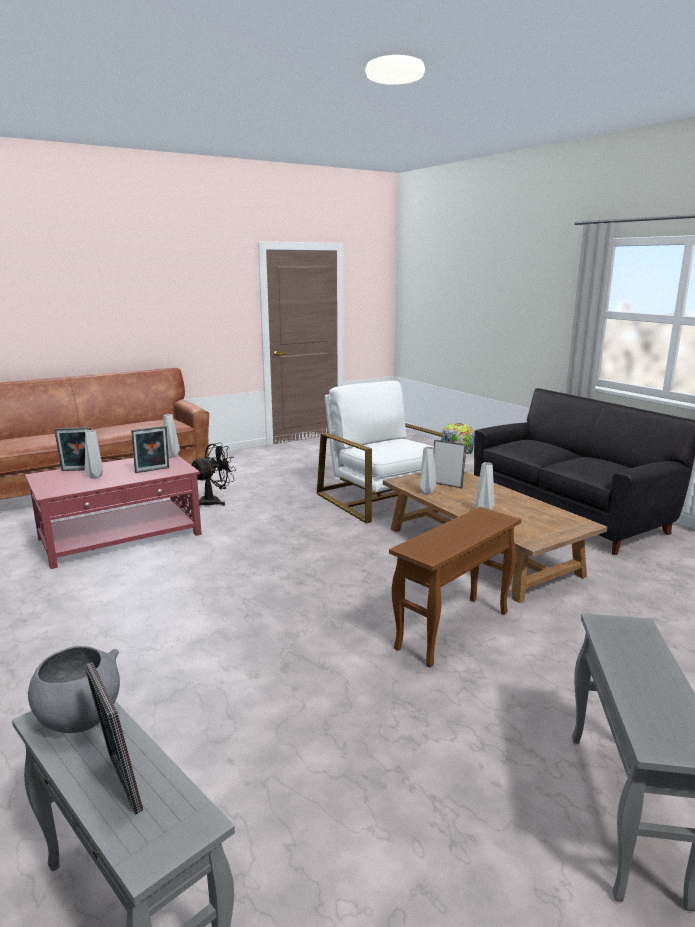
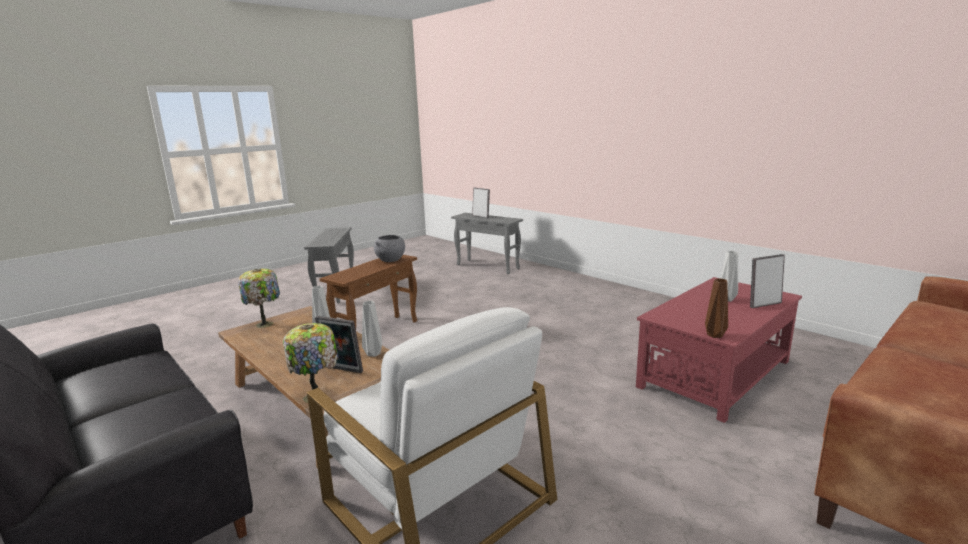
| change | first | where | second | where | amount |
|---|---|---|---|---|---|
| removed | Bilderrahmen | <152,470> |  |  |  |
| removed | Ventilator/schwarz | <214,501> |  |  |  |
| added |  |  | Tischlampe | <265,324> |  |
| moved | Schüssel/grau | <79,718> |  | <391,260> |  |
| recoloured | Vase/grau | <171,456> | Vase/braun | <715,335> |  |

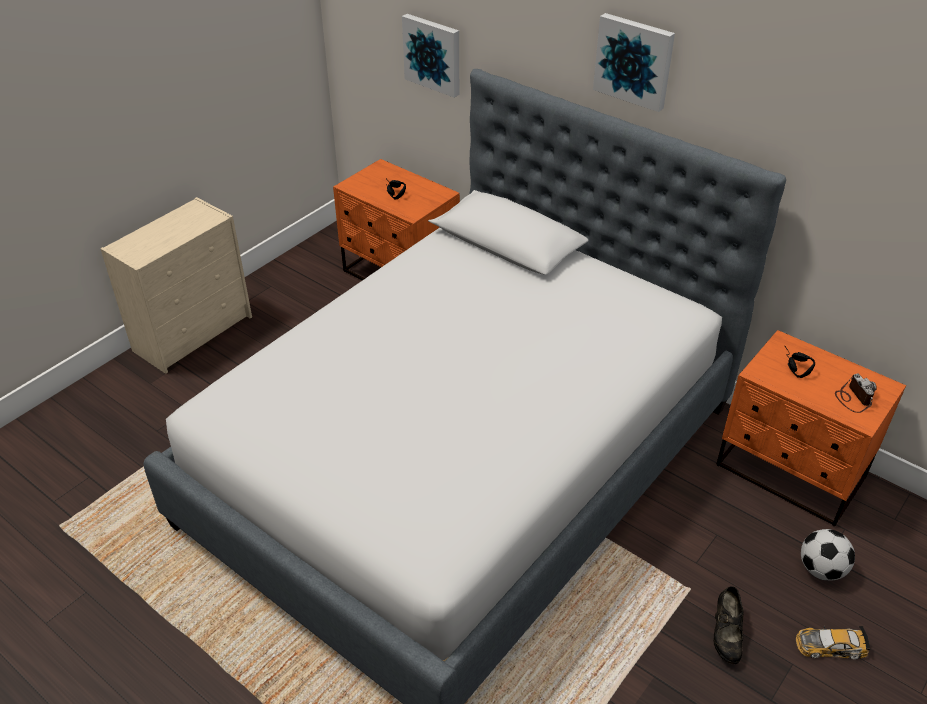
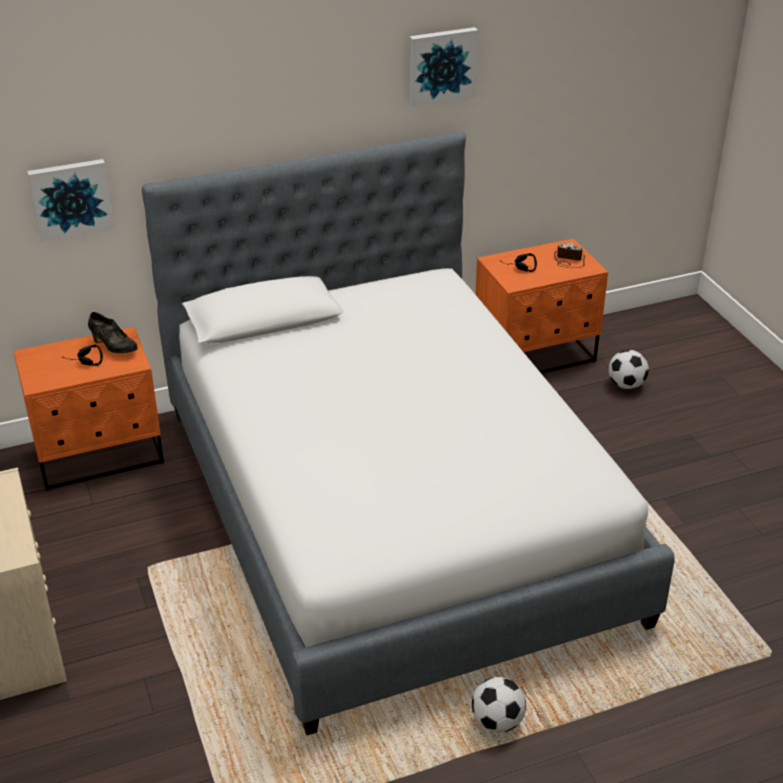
| change | first | where | second | where | amount |
|---|---|---|---|---|---|
| removed | Spielzeugauto | <830,646> |  |  |  |
| added |  |  | Fußball | <497,722> |  |
| moved | Bild | <634,61> |  | <441,65> |  |
| moved | Schuh/schwarz | <725,635> |  | <114,347> |  |

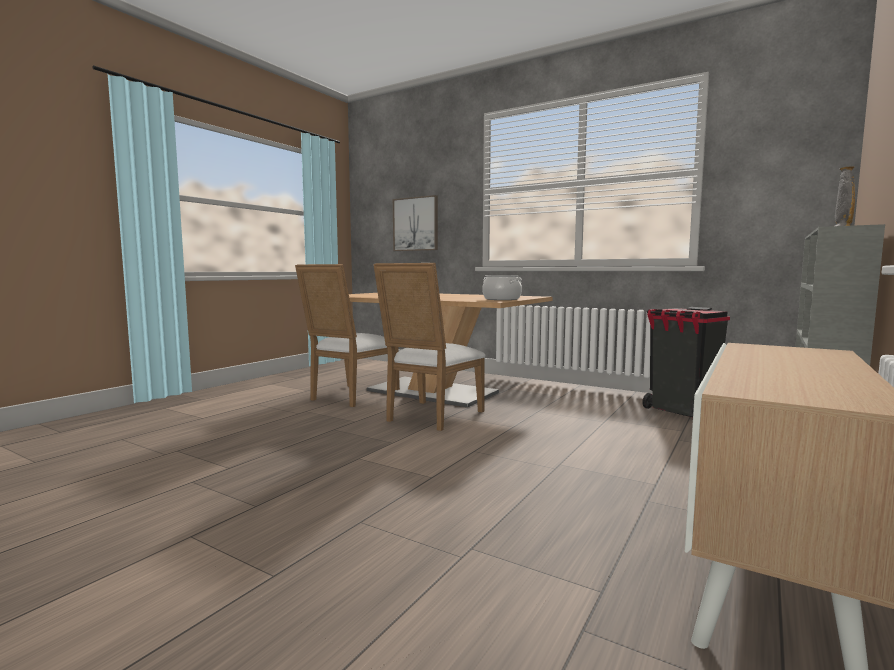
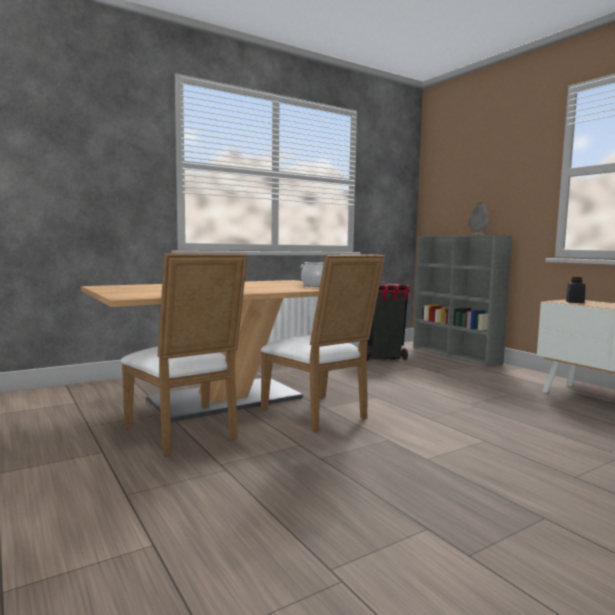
| change | first | where | second | where | amount |
|---|---|---|---|---|---|
| removed | Bild | <415,224> |  |  |  |
| added |  |  | Vorratsglas/schwarz | <575,302> |  |

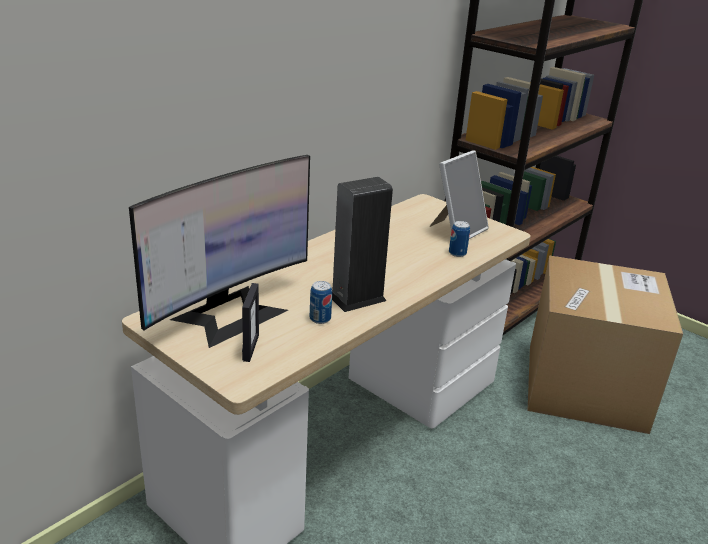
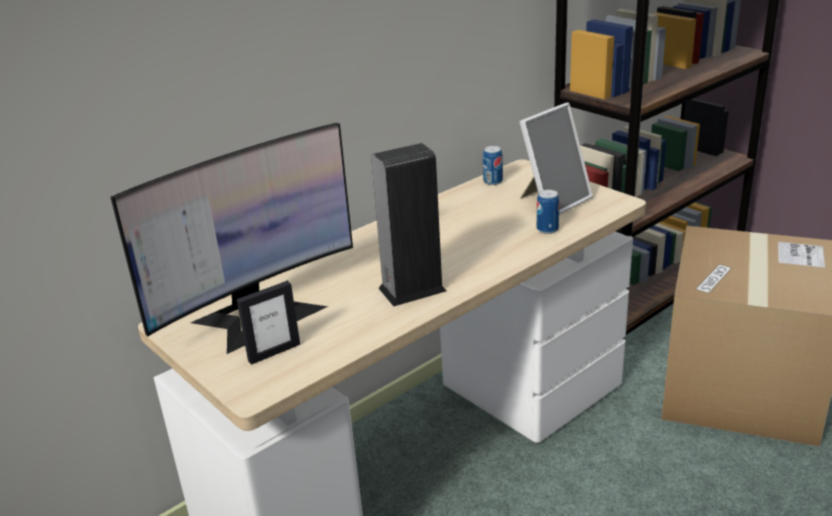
| change | first | where | second | where | amount |
|---|---|---|---|---|---|
| moved | Dose | <320,319> |  | <493,181> |  |
| turned | Bilderrahmen | <250,348> |  | <274,352> | 45 degrees clockwise |

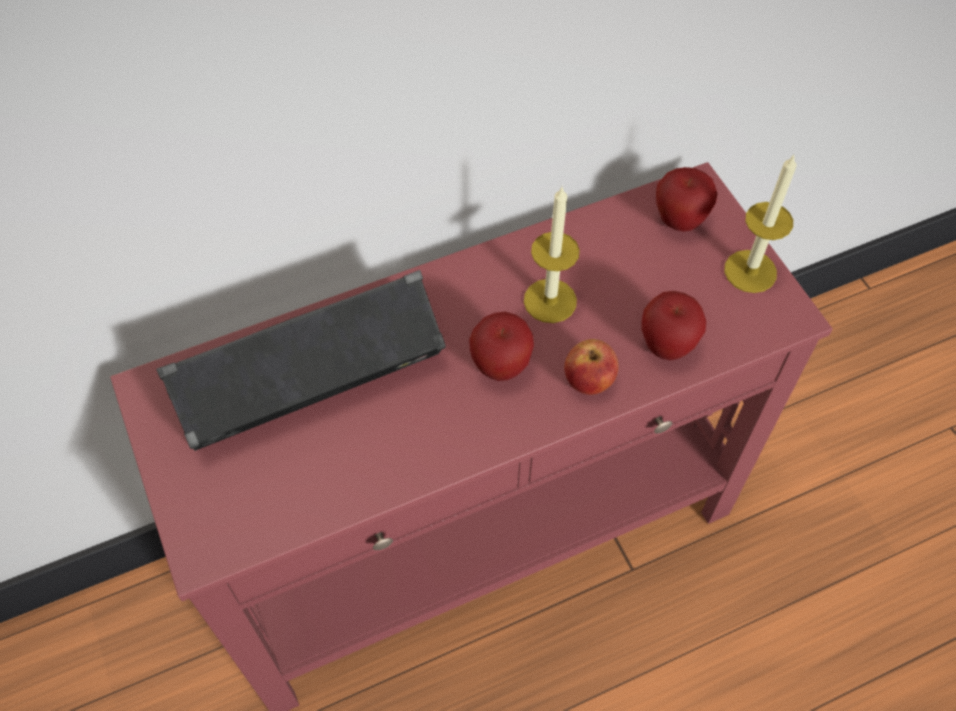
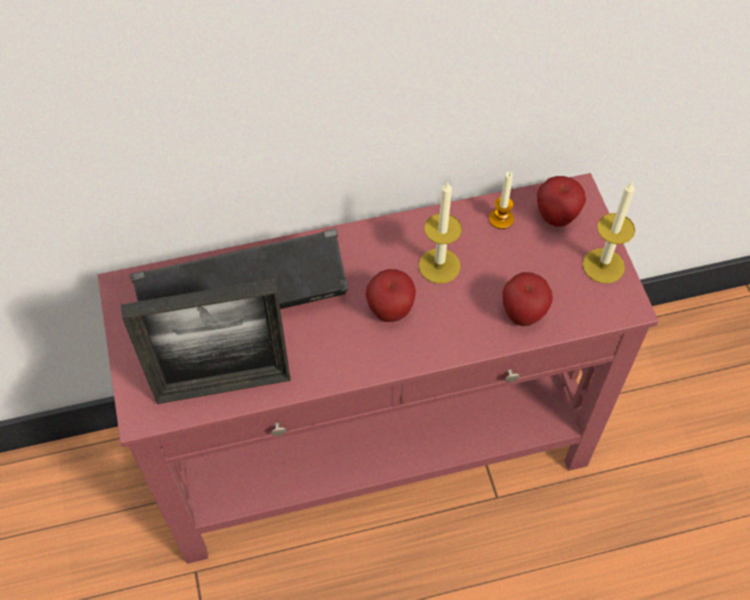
| change | first | where | second | where | amount |
|---|---|---|---|---|---|
| removed | Apfel | <589,381> |  |  |  |
| added |  |  | Bilderrahmen | <223,386> |  |
| added |  |  | Kerze | <501,219> |  |

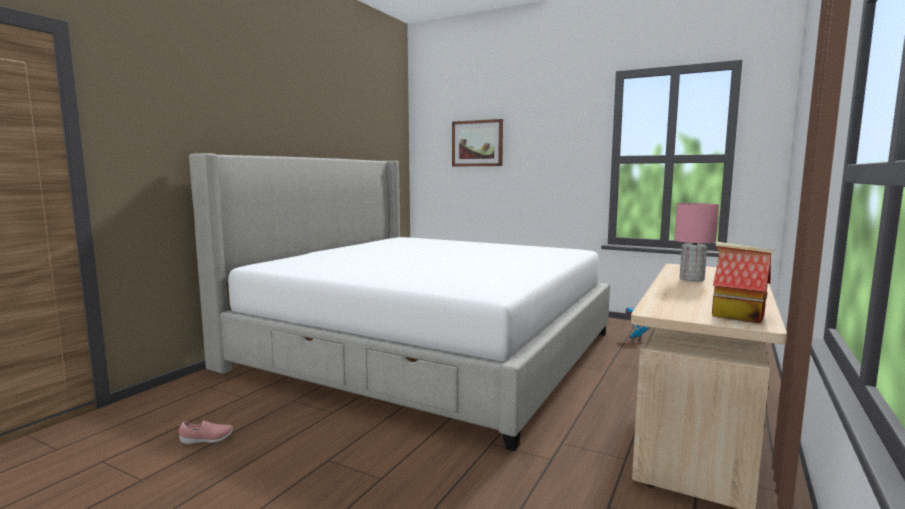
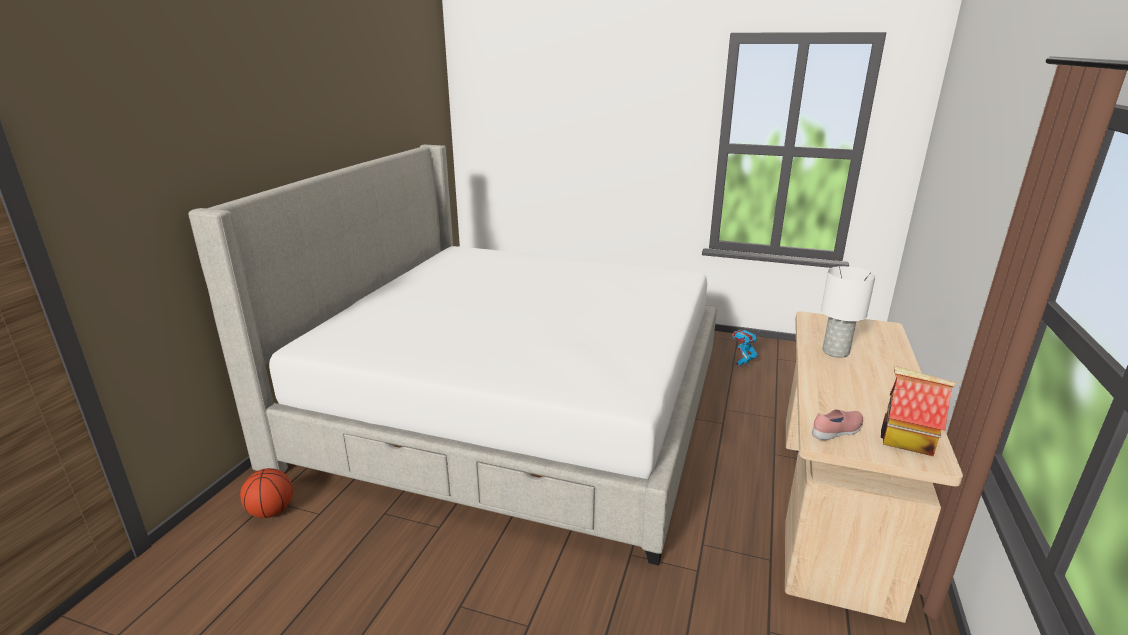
| change | first | where | second | where | amount |
|---|---|---|---|---|---|
| removed | Bild | <477,143> |  |  |  |
| added |  |  | Basketball | <271,512> |  |
| moved | Schuh/rosa | <207,440> |  | <837,432> |  |
| recoloured | Tischlampe/rosa | <692,279> | Tischlampe/weiß | <835,351> |  |

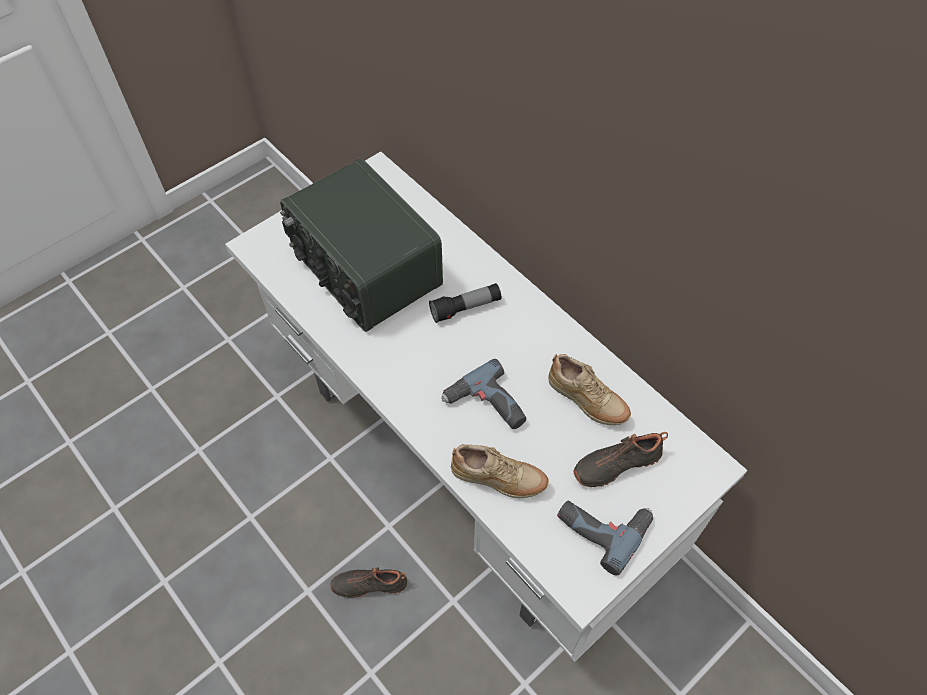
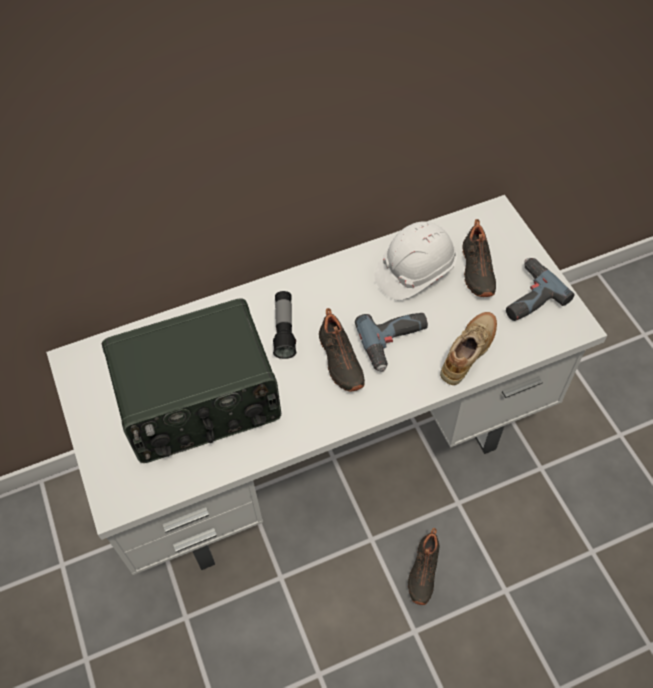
| change | first | where | second | where | amount |
|---|---|---|---|---|---|
| added |  |  | Schuh/schwarz | <339,361> |  |
| replaced | Schuh/beige | <586,401> | Schutzhelm/weiß | <414,271> |  |

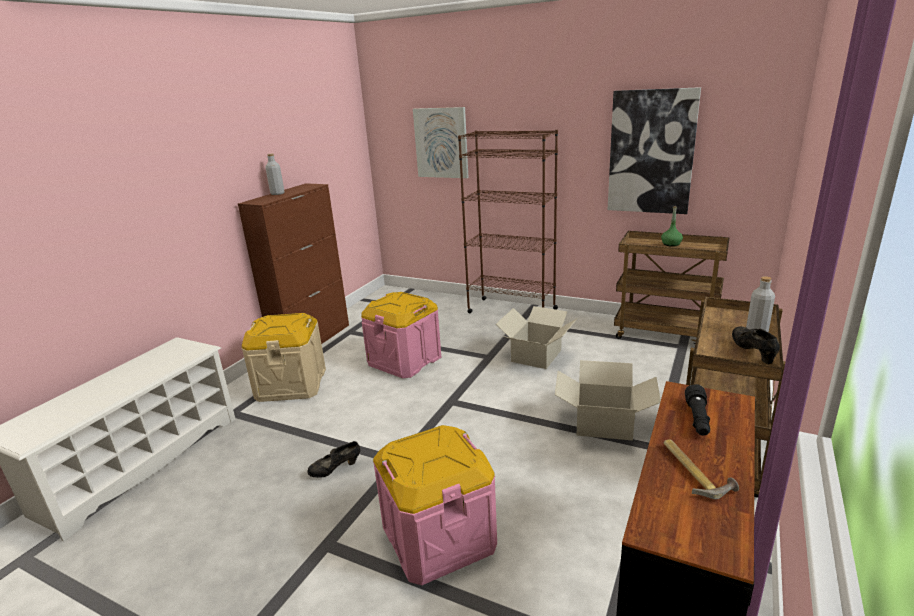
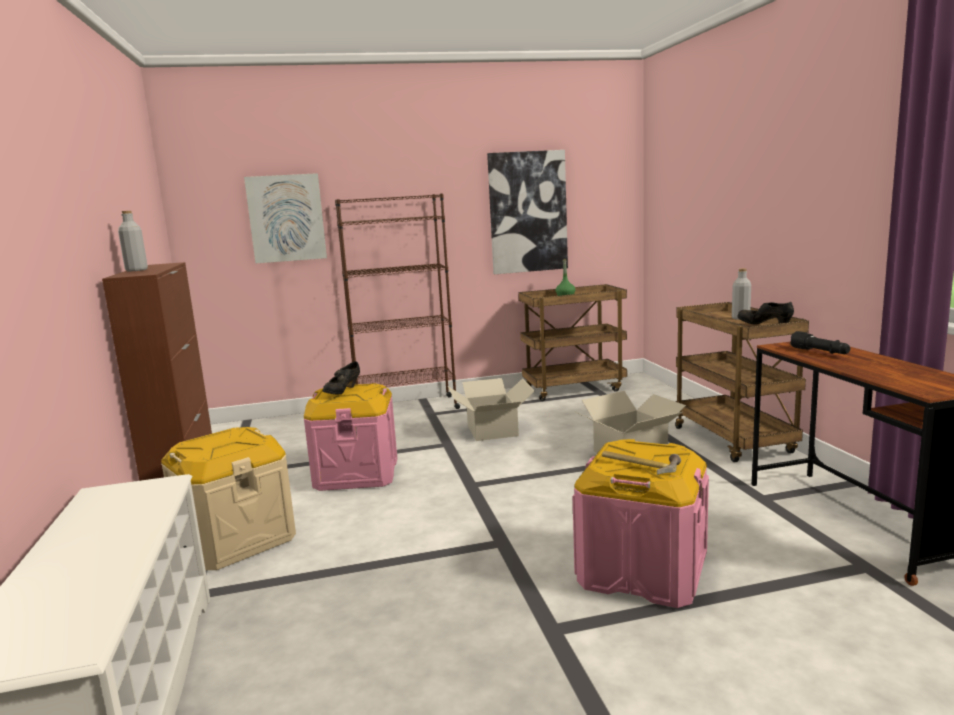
| change | first | where | second | where | amount |
|---|---|---|---|---|---|
| moved | Schuh/schwarz | <335,470> |  | <342,392> |  |
| moved | Hammer | <694,471> |  | <640,464> |  |

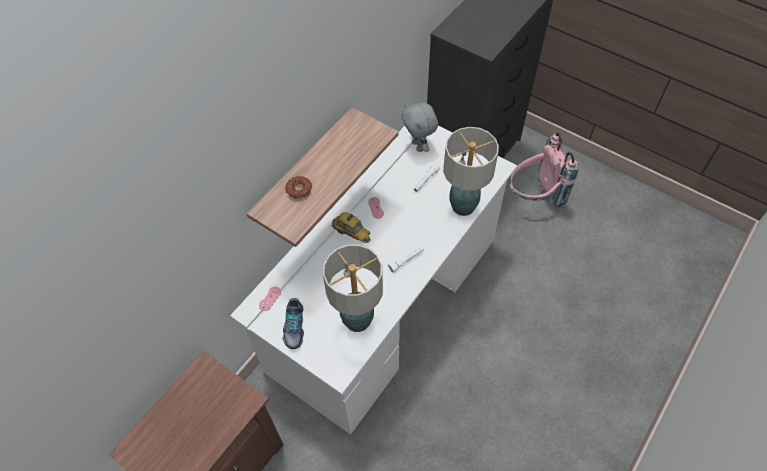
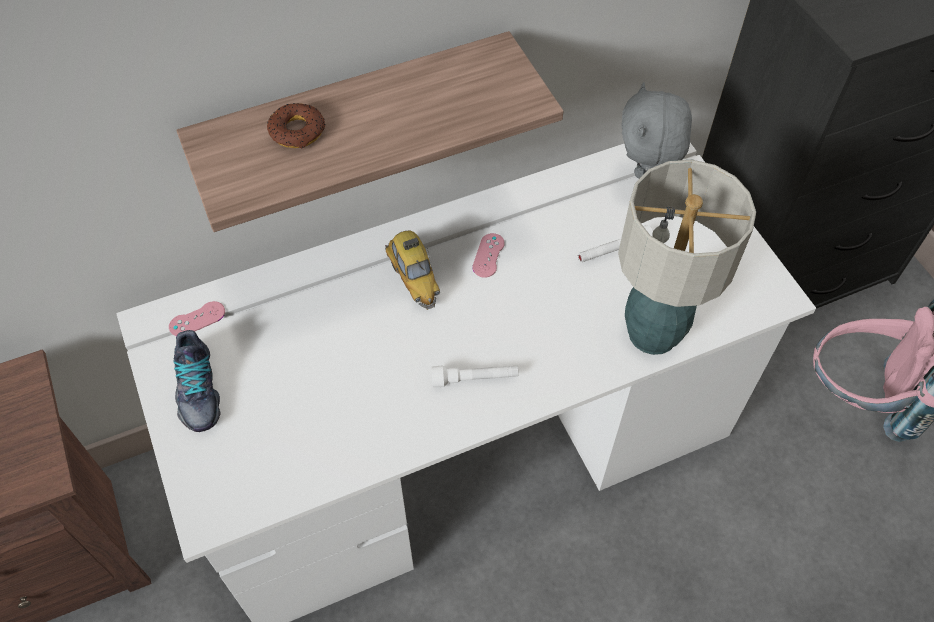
| change | first | where | second | where | amount |
|---|---|---|---|---|---|
| removed | Tischlampe | <357,320> |  |  |  |
| turned | Schuh | <294,327> |  | <197,390> | 45 degrees counterclockwise |

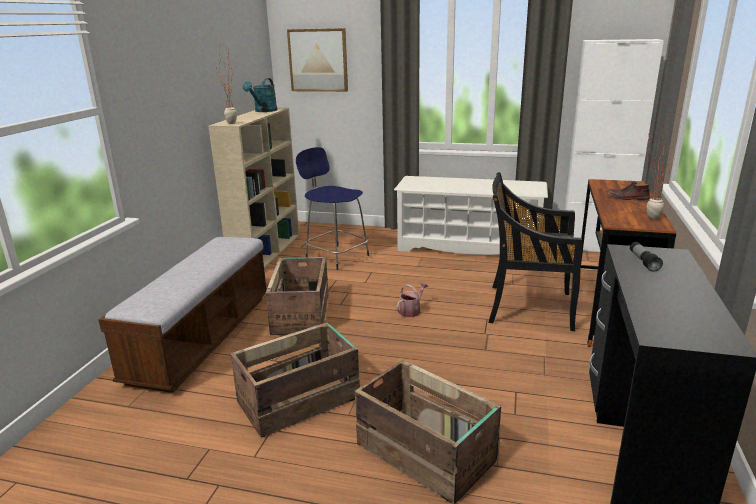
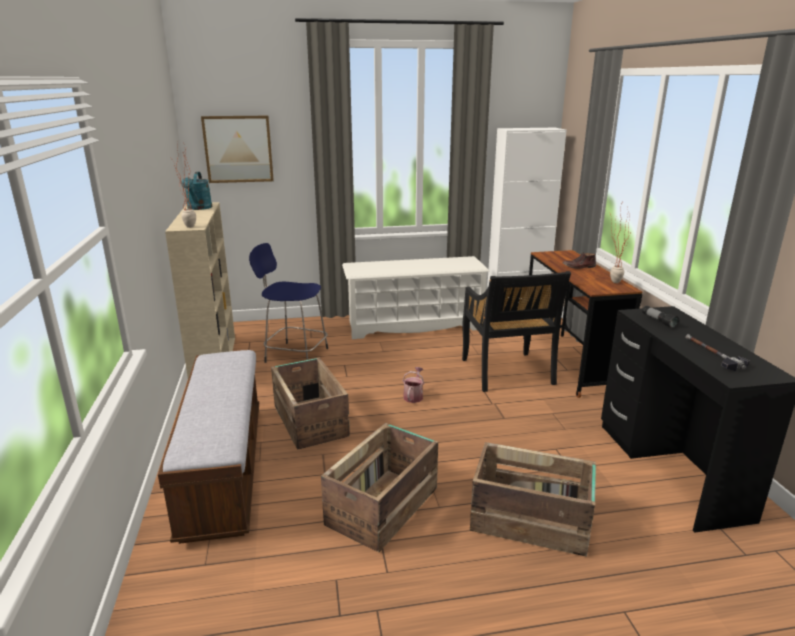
| change | first | where | second | where | amount |
|---|---|---|---|---|---|
| added |  |  | Hammer | <712,355> |  |
| turned | Stuhl/schwarz | <528,307> |  | <507,373> | 90 degrees counterclockwise |

